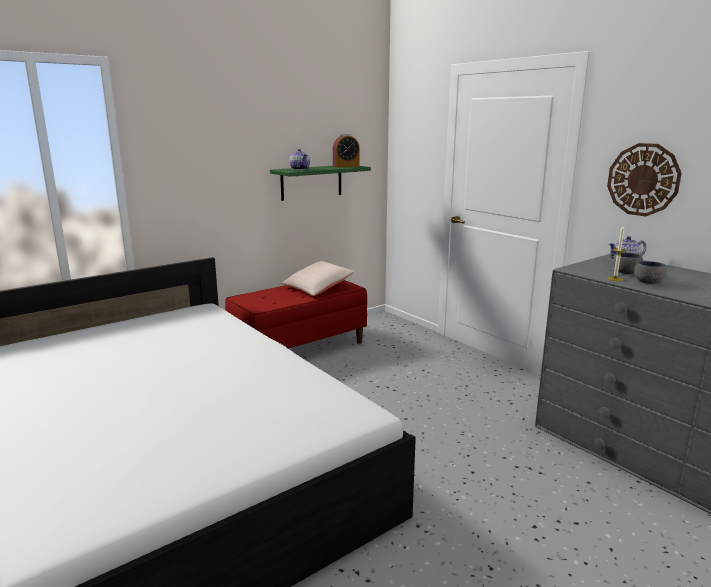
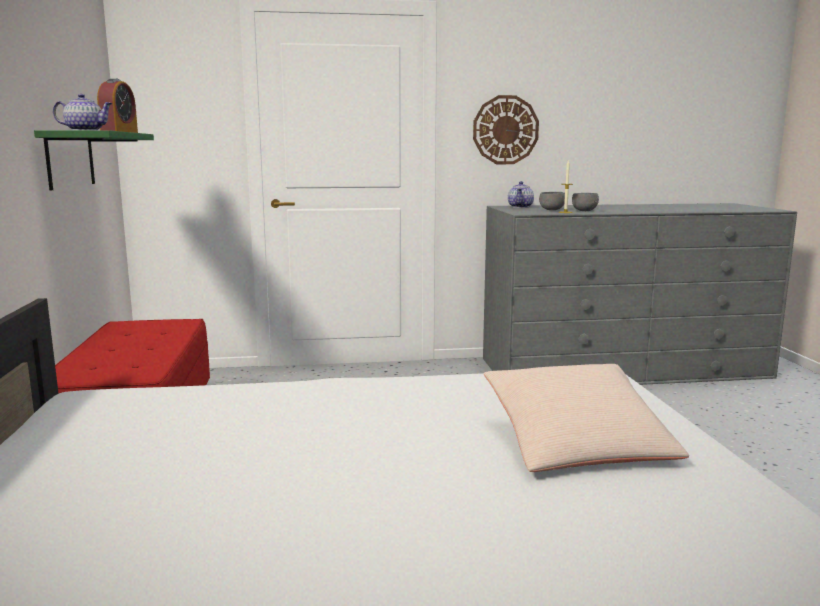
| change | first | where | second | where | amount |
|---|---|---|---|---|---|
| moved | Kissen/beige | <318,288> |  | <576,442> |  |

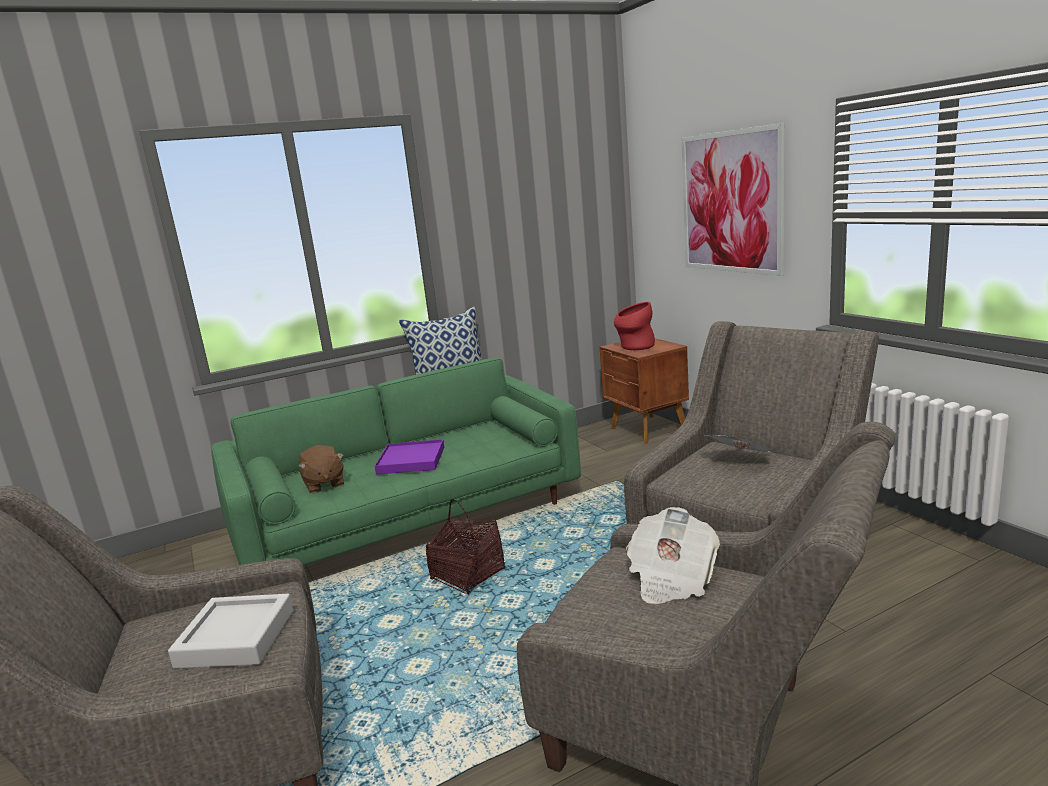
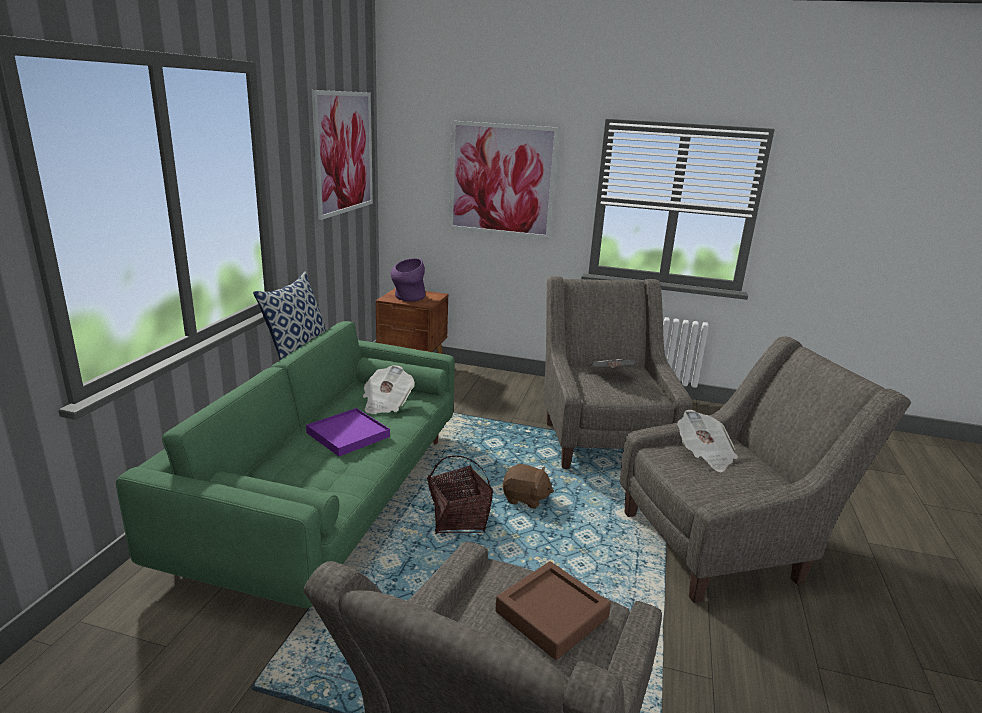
| change | first | where | second | where | amount |
|---|---|---|---|---|---|
| added |  |  | Bild | <344,153> |  |
| added |  |  | Zeitung | <386,403> |  |
| moved | Plüschtier/braun | <324,484> |  | <525,499> |  |
| recoloured | Tablett/grau | <236,638> | Tablett/braun | <551,614> |  |
| recoloured | Vase/rot | <634,347> | Vase/lila | <408,298> |  |

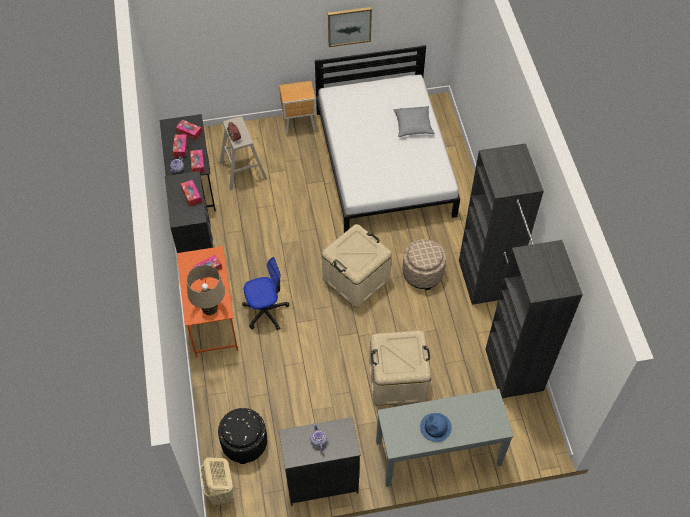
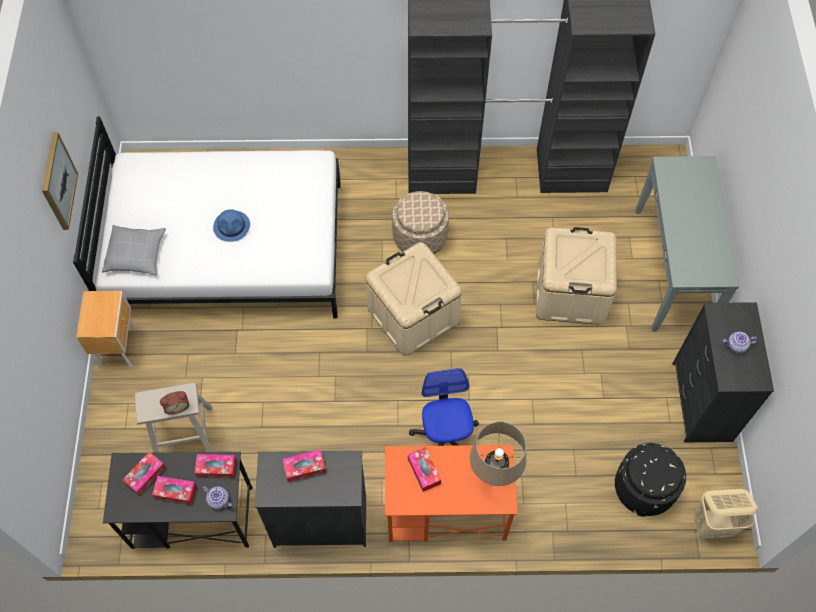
| change | first | where | second | where | amount |
|---|---|---|---|---|---|
| moved | Kissen/grau | <413,125> |  | <136,254> |  |
| moved | Hut/blau | <435,427> |  | <232,226> |  |

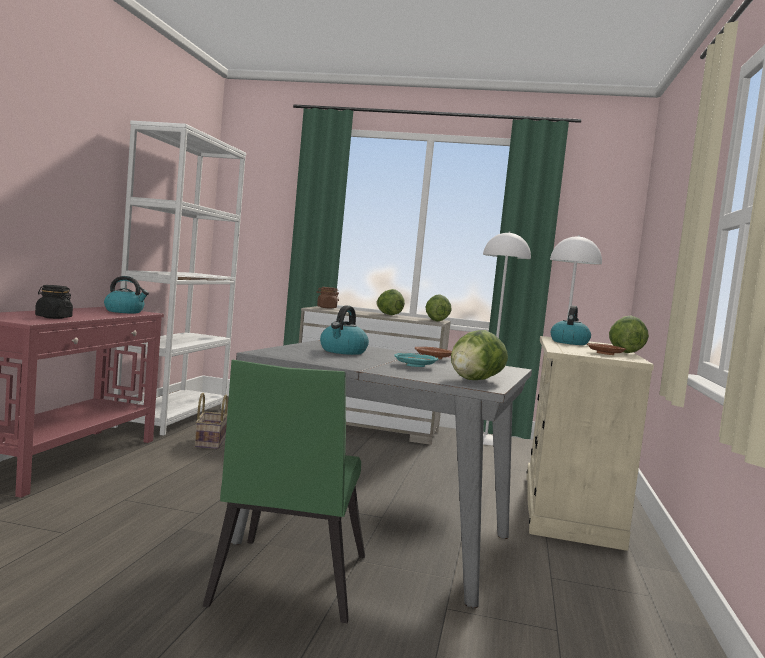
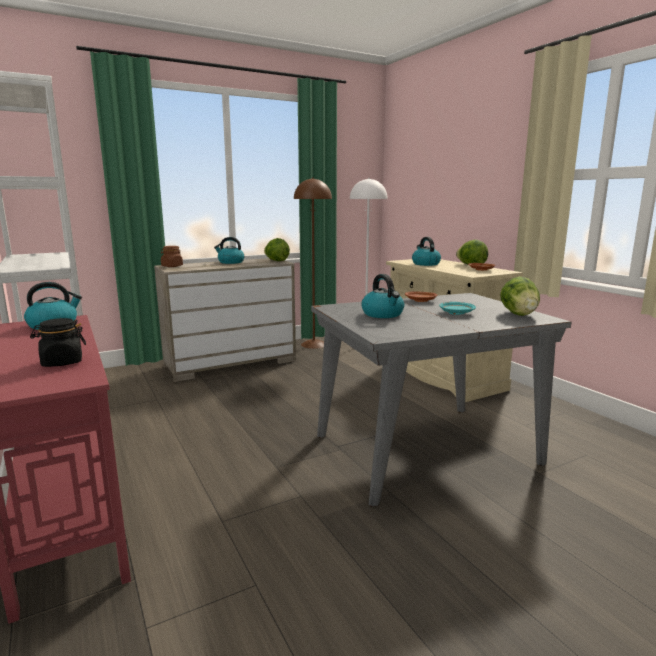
| change | first | where | second | where | amount |
|---|---|---|---|---|---|
| removed | Korb | <209,442> |  |  |  |
| removed | Stuhl/grün | <286,584> |  |  |  |
| replaced | Salatkopf | <388,314> | Wasserkessel | <230,262> |  |
| recoloured | Stehlampe/weiß | <485,440> | Stehlampe/braun | <314,344> |  |

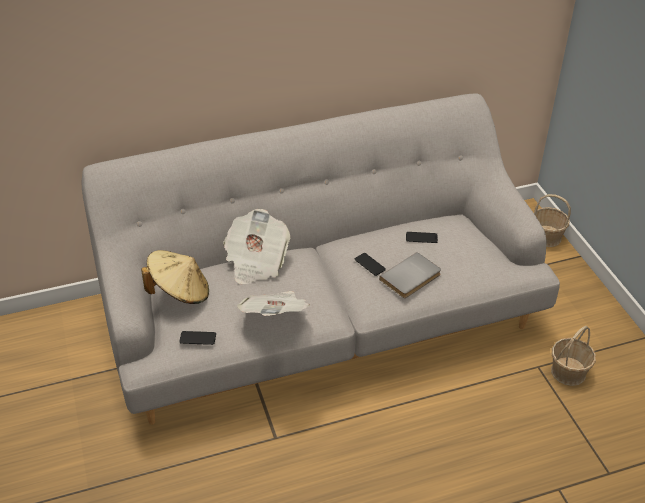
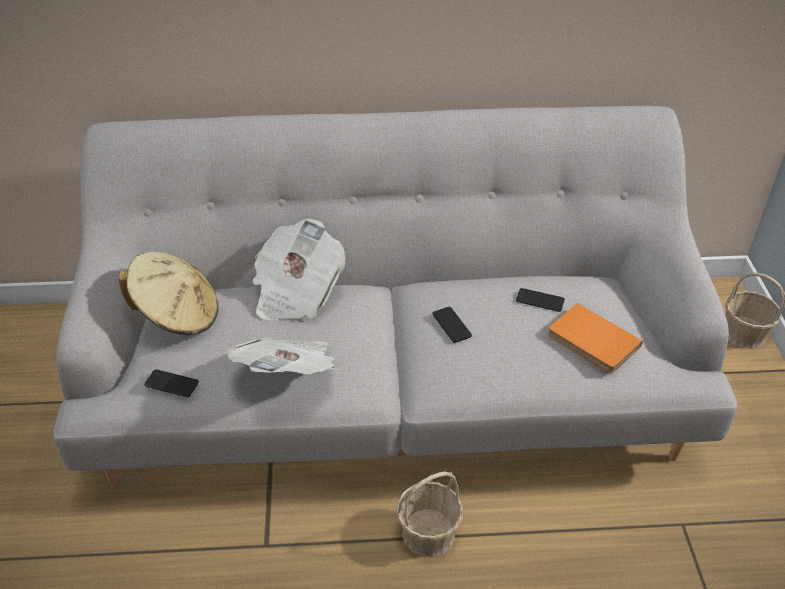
| change | first | where | second | where | amount |
|---|---|---|---|---|---|
| removed | Buch/grau | <412,278> |  |  |  |
| added |  |  | Buch/orange | <591,342> |  |
| moved | Korb | <568,372> |  | <429,533> |  |

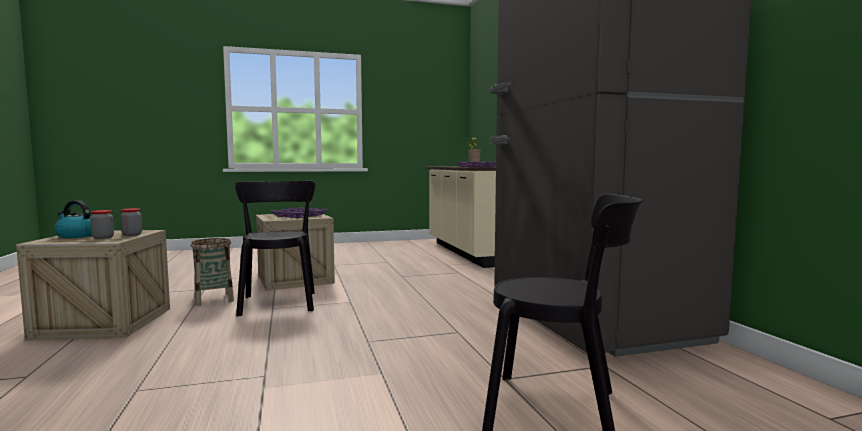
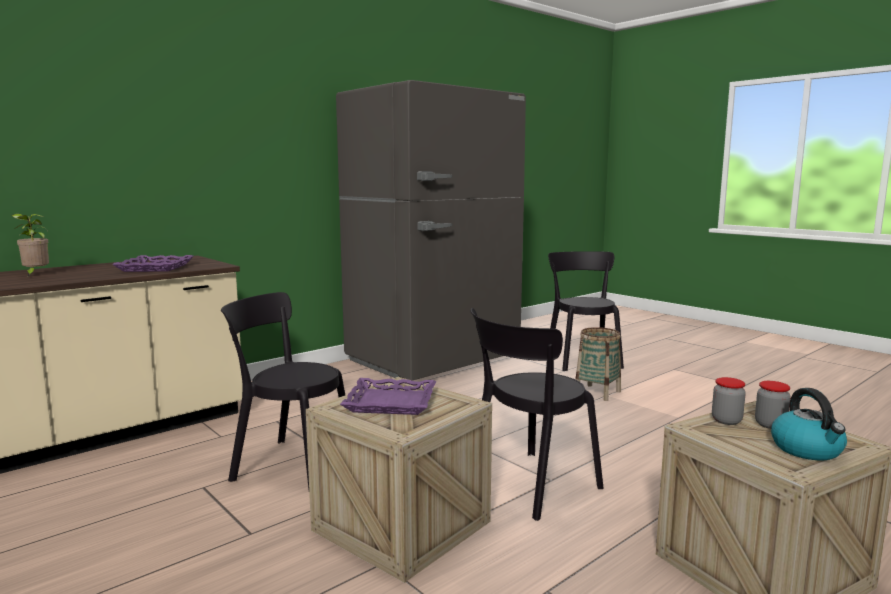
| change | first | where | second | where | amount |
|---|---|---|---|---|---|
| added |  |  | Stuhl/schwarz | <289,464> |  |
| moved | Korb | <214,299> |  | <597,392> |  |

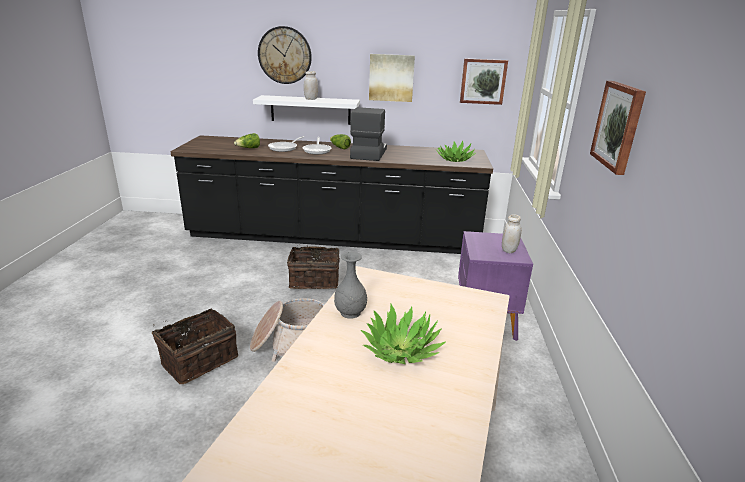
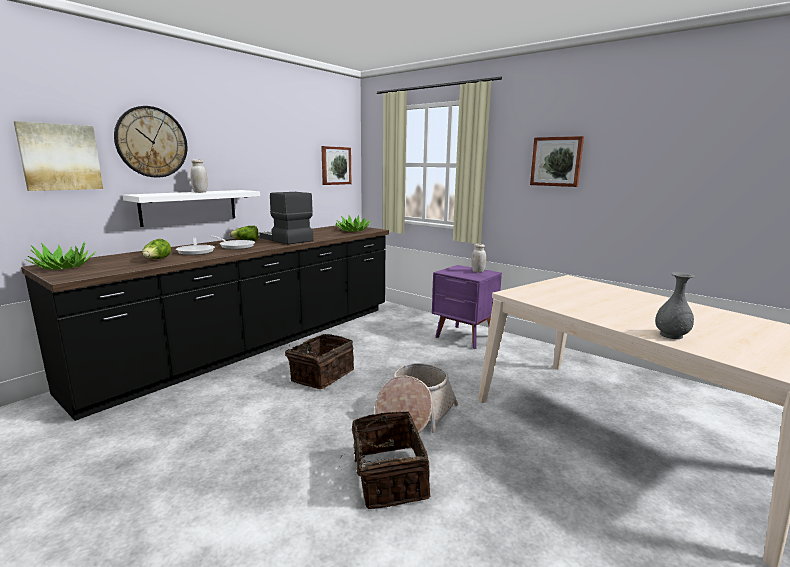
| change | first | where | second | where | amount |
|---|---|---|---|---|---|
| moved | Vase/grau | <350,313> |  | <671,335> |  |
| moved | Topfpflanze | <401,350> |  | <63,267> |  |
| moved | Bild | <391,78> |  | <60,157> |  |

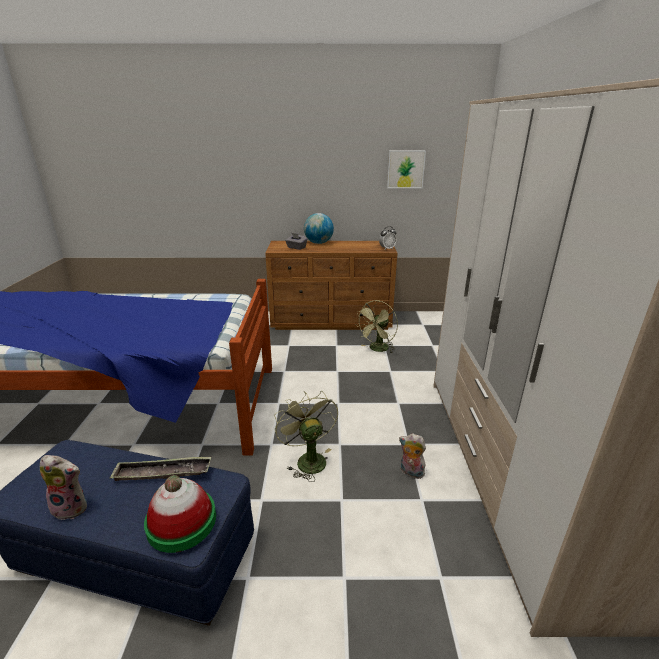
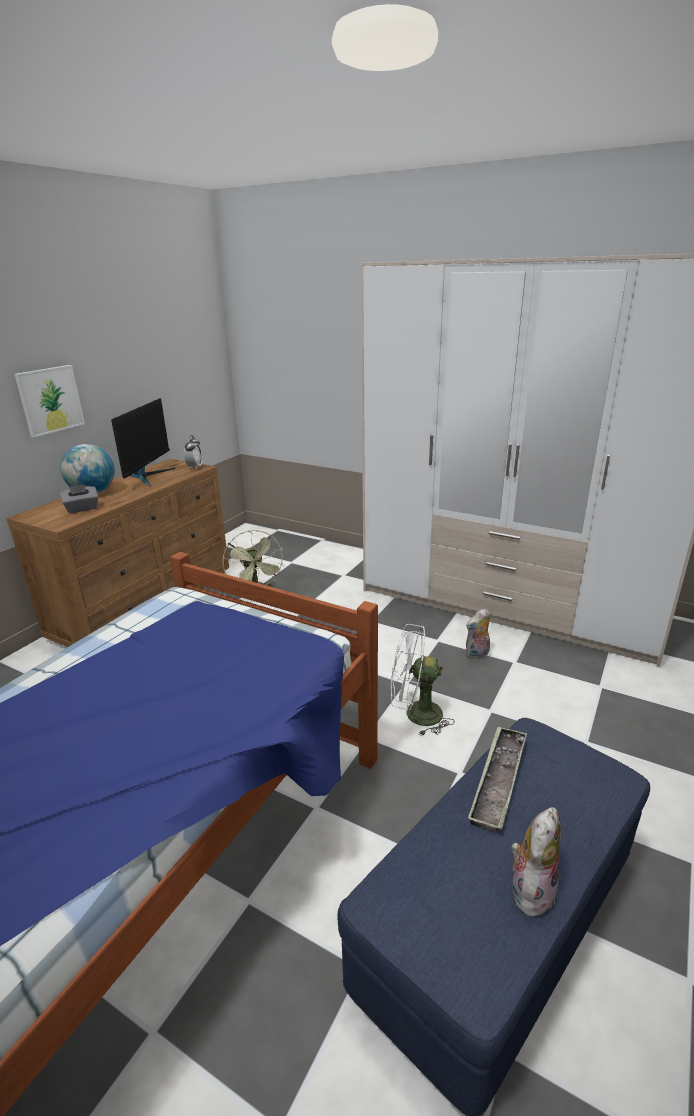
| change | first | where | second | where | amount |
|---|---|---|---|---|---|
| removed | Hut | <181,522> |  |  |  |
| added |  |  | Monitor | <148,476> |  |
| moved | Bild | <405,169> |  | <50,400> |  |
| recoloured | Ventilator/grün | <307,459> | Ventilator/weiß | <415,715> |  |

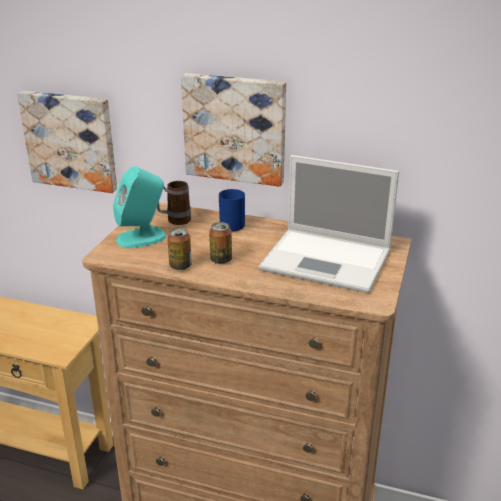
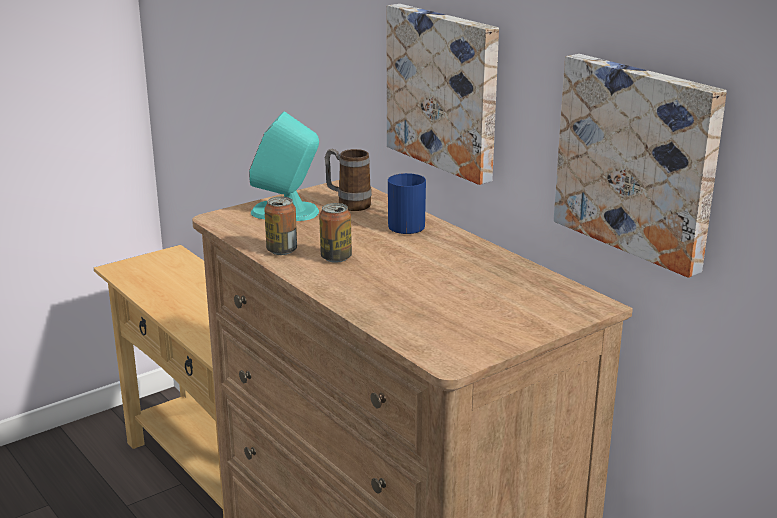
| change | first | where | second | where | amount |
|---|---|---|---|---|---|
| removed | Laptop | <328,260> |  |  |  |
| moved | Bild | <71,140> |  | <639,159> |  |

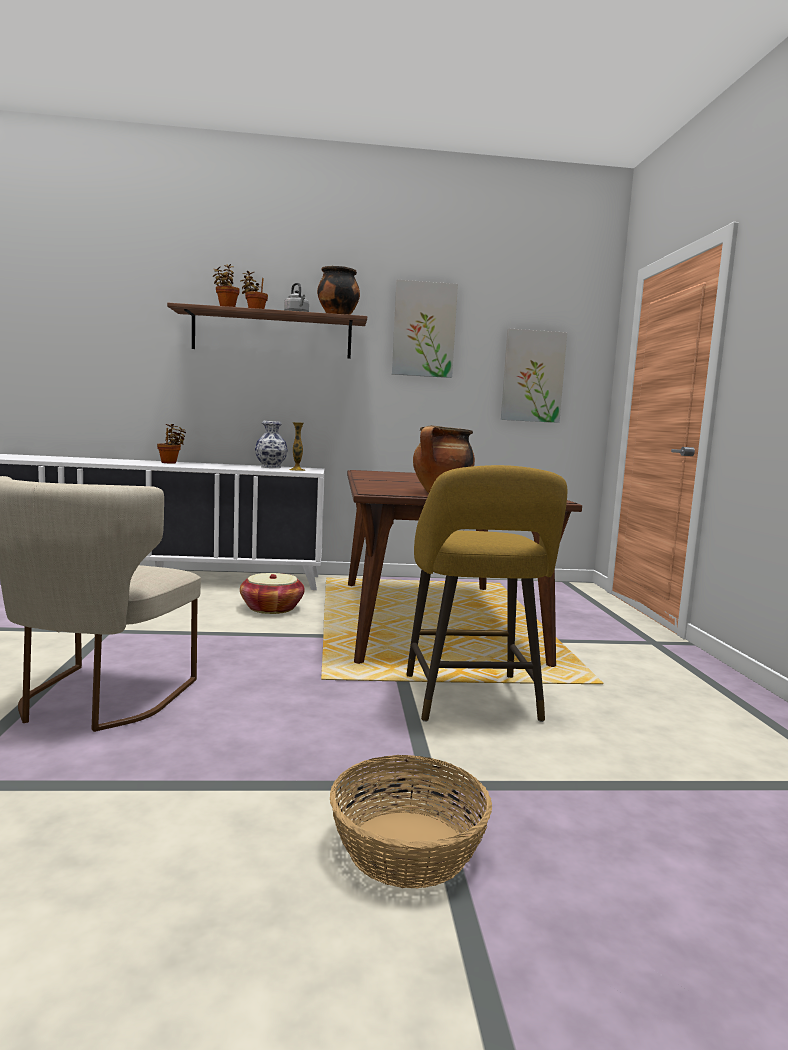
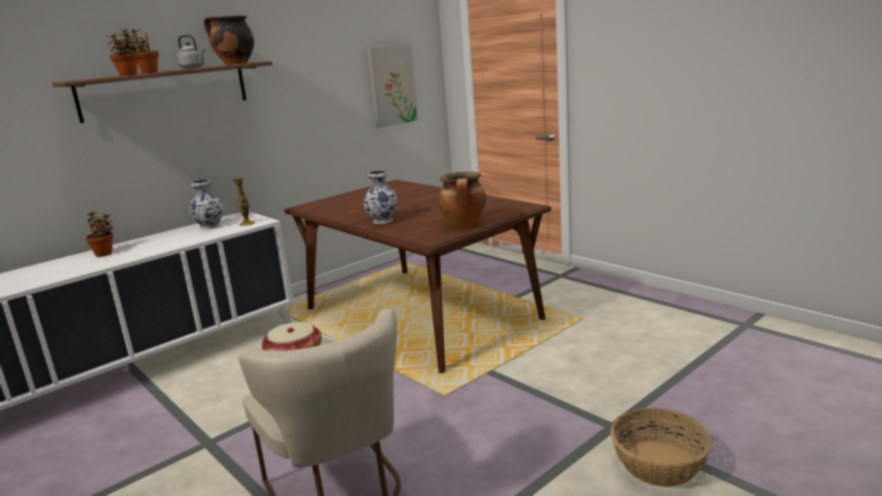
| change | first | where | second | where | amount |
|---|---|---|---|---|---|
| removed | Bild | <424,330> |  |  |  |
| removed | Hocker/gelb | <473,701> |  |  |  |
| added |  |  | Vase | <383,220> |  |

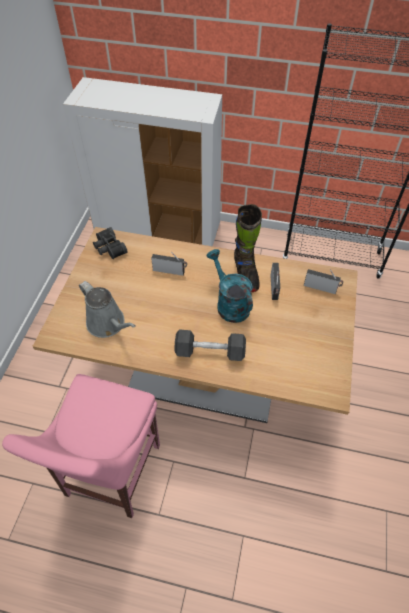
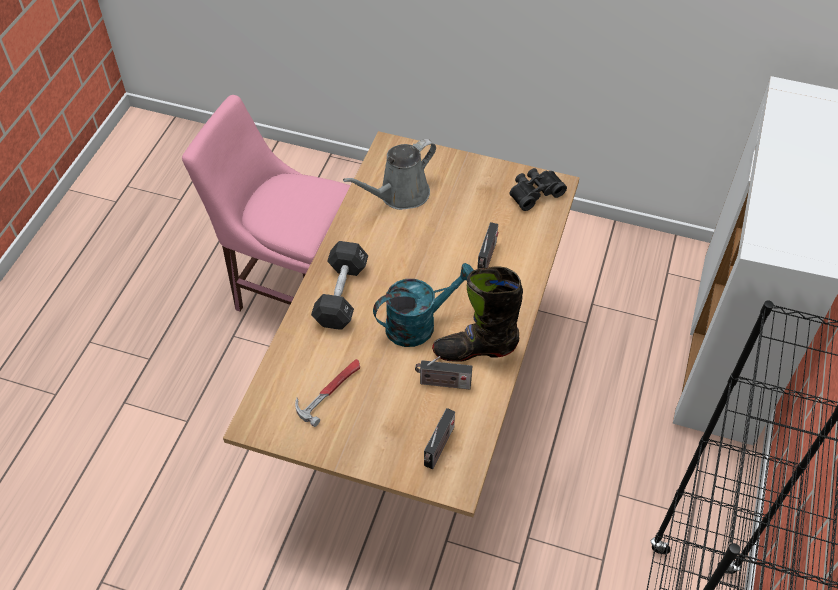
| change | first | where | second | where | amount |
|---|---|---|---|---|---|
| added |  |  | Hammer | <330,390> |  |

